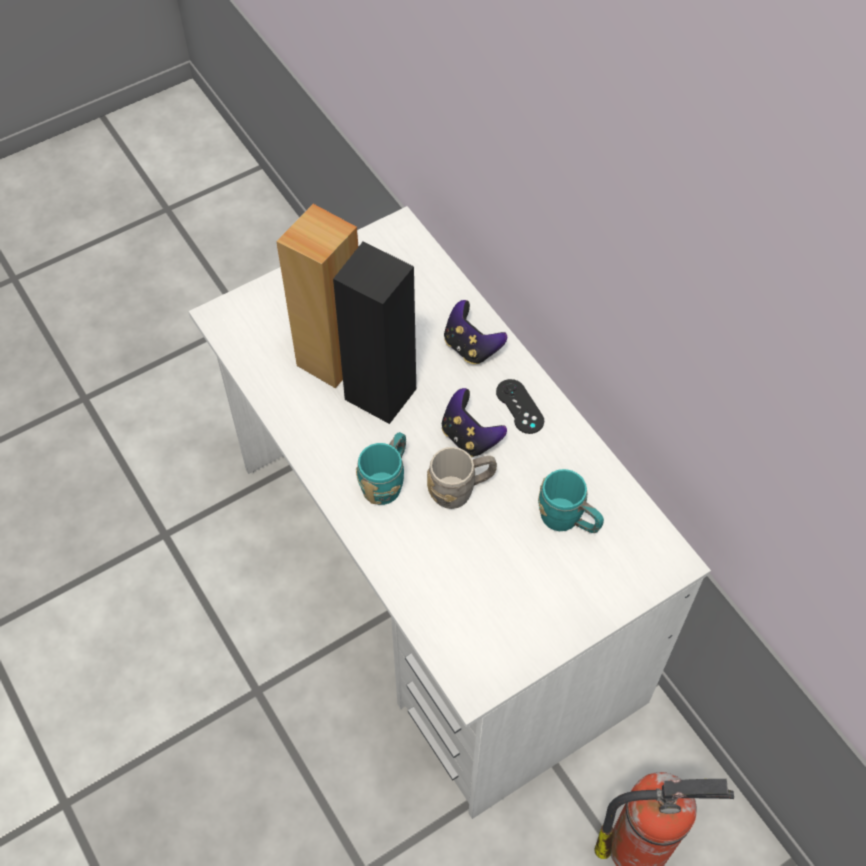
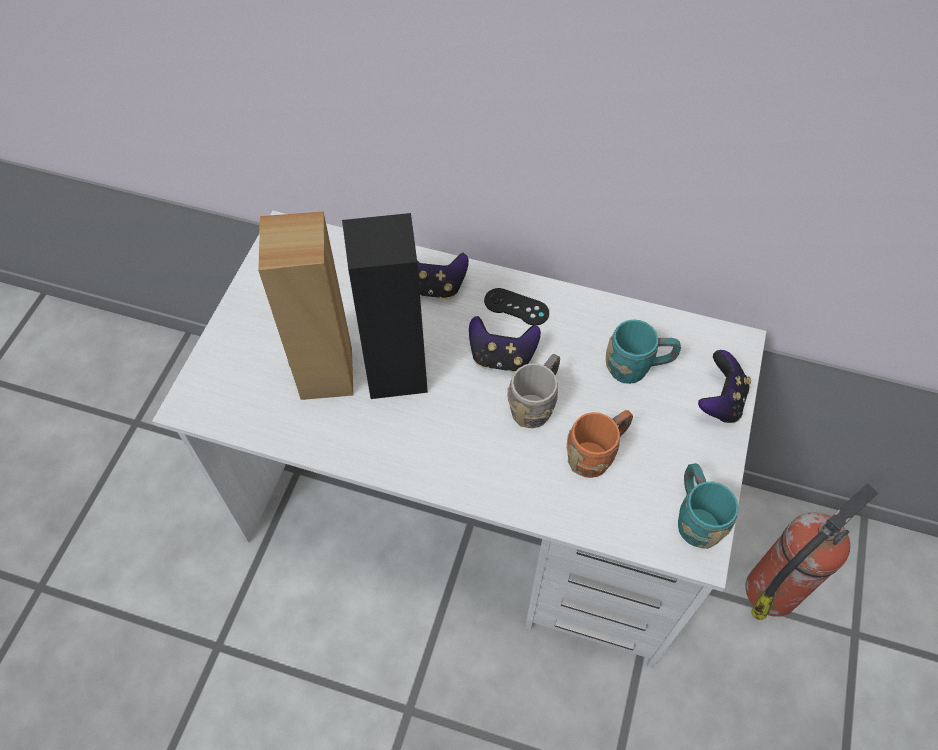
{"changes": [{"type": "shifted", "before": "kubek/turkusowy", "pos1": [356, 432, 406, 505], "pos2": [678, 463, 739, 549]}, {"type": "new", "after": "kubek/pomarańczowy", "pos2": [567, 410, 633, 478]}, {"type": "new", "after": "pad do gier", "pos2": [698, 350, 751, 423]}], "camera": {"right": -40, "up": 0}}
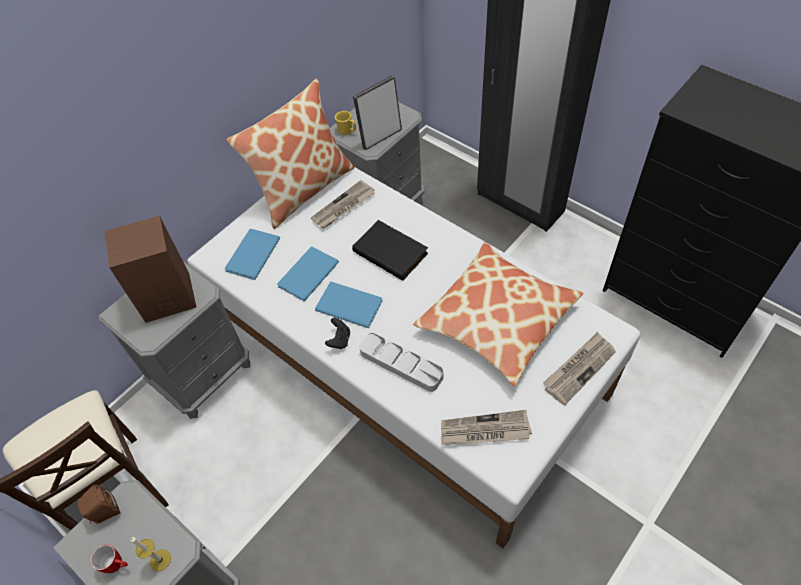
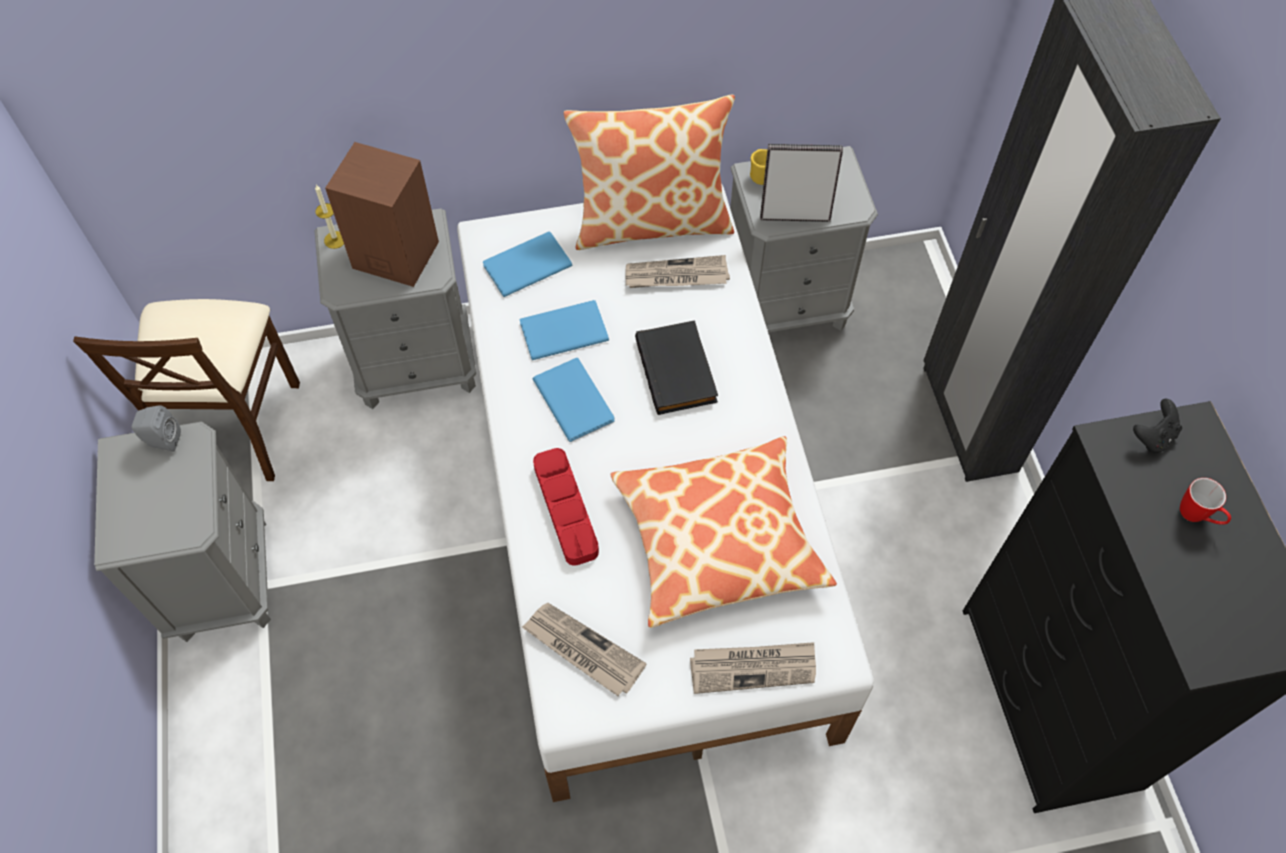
{"changes": [{"type": "repainted", "before": "głośnik/brązowy", "after": "głośnik/szary", "pos1": [77, 485, 121, 524], "pos2": [132, 406, 181, 452]}, {"type": "shifted", "before": "kubek", "pos1": [90, 544, 128, 573], "pos2": [1180, 478, 1231, 525]}, {"type": "shifted", "before": "świeca", "pos1": [131, 537, 171, 571], "pos2": [315, 185, 344, 249]}, {"type": "shifted", "before": "pad do gier/czarny", "pos1": [325, 318, 350, 349], "pos2": [1133, 399, 1182, 453]}, {"type": "repainted", "before": "taca/szary", "after": "taca/czerwony", "pos1": [359, 333, 443, 392], "pos2": [533, 448, 599, 566]}], "camera": {"right": 35, "up": 5}}
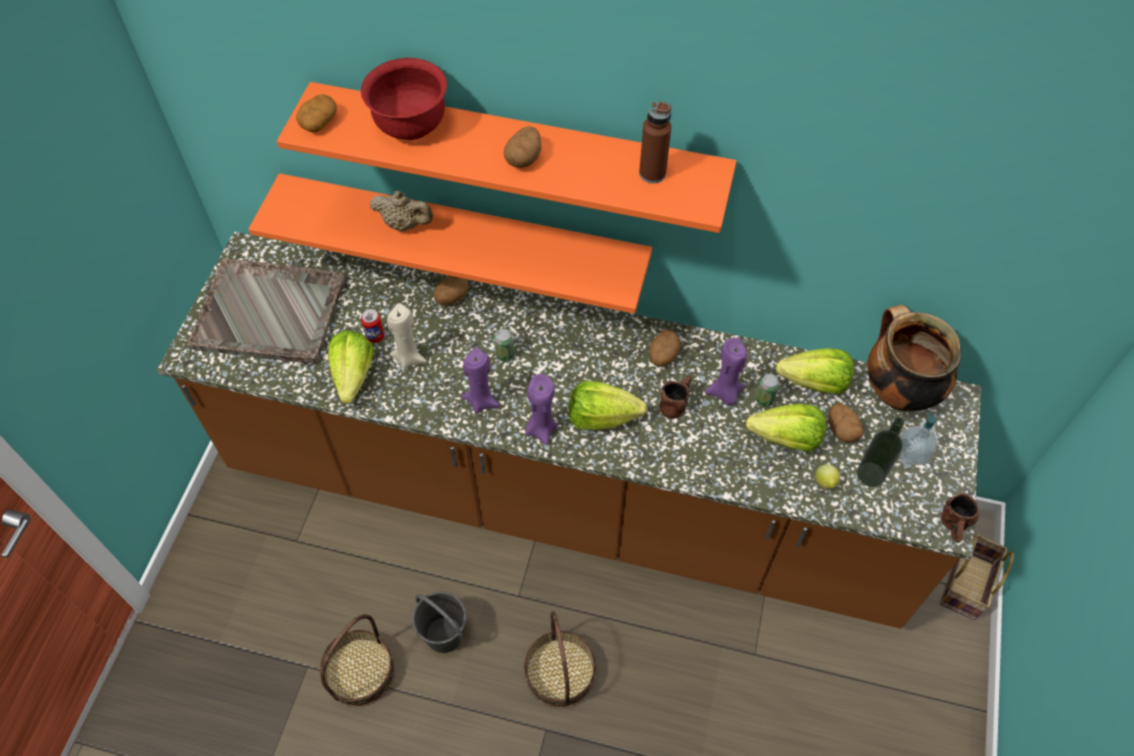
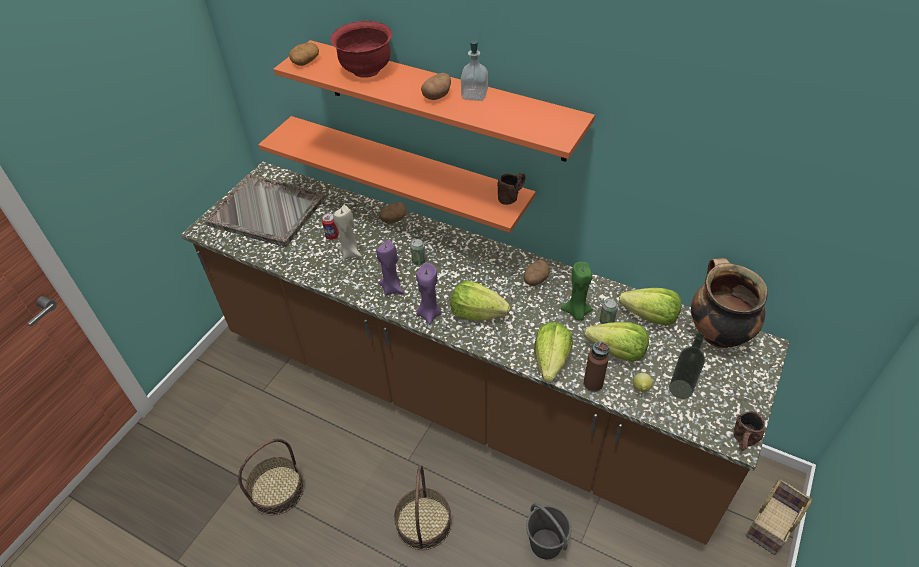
{"changes": [{"type": "shifted", "before": "sałata", "pos1": [328, 330, 374, 403], "pos2": [534, 322, 573, 382]}, {"type": "gone", "before": "imbryk/beżowy", "pos1": [370, 190, 433, 232]}, {"type": "shifted", "before": "wiadro/szary", "pos1": [412, 591, 467, 653], "pos2": [526, 503, 572, 559]}, {"type": "shifted", "before": "butelka/brązowy", "pos1": [639, 102, 672, 183], "pos2": [583, 341, 609, 392]}, {"type": "shifted", "before": "kubek/brązowy", "pos1": [659, 375, 692, 419], "pos2": [497, 173, 526, 205]}, {"type": "repainted", "before": "świeca/fioletowy", "after": "świeca/zielony", "pos1": [705, 338, 747, 405], "pos2": [561, 262, 593, 321]}, {"type": "gone", "before": "ziemniak", "pos1": [828, 403, 864, 443]}, {"type": "shifted", "before": "dozownik mydła", "pos1": [899, 411, 937, 466], "pos2": [461, 40, 488, 101]}], "camera": {"right": 15, "up": -10}}
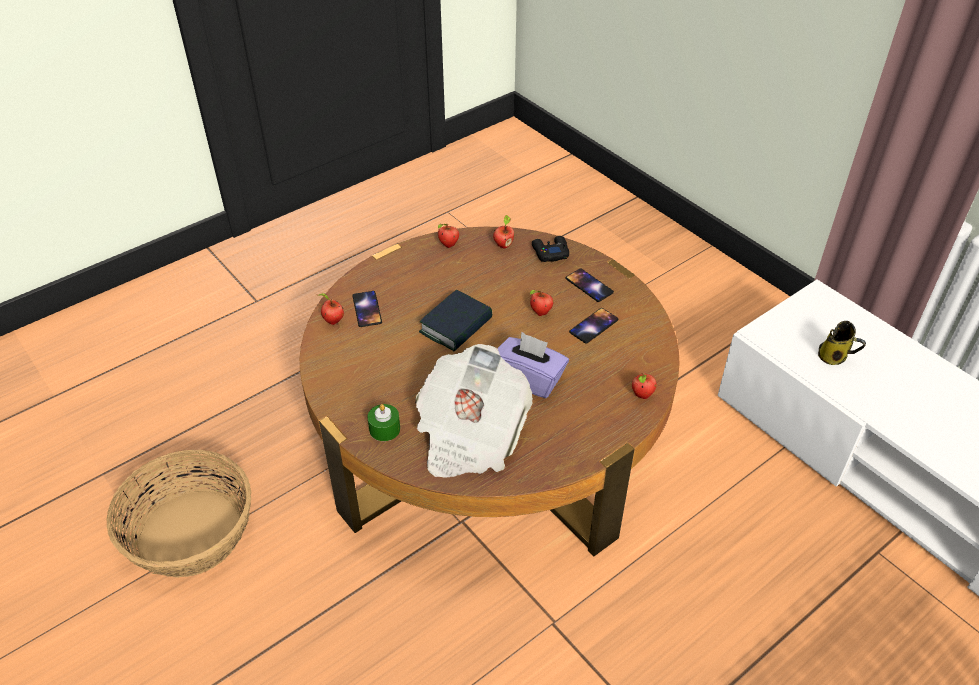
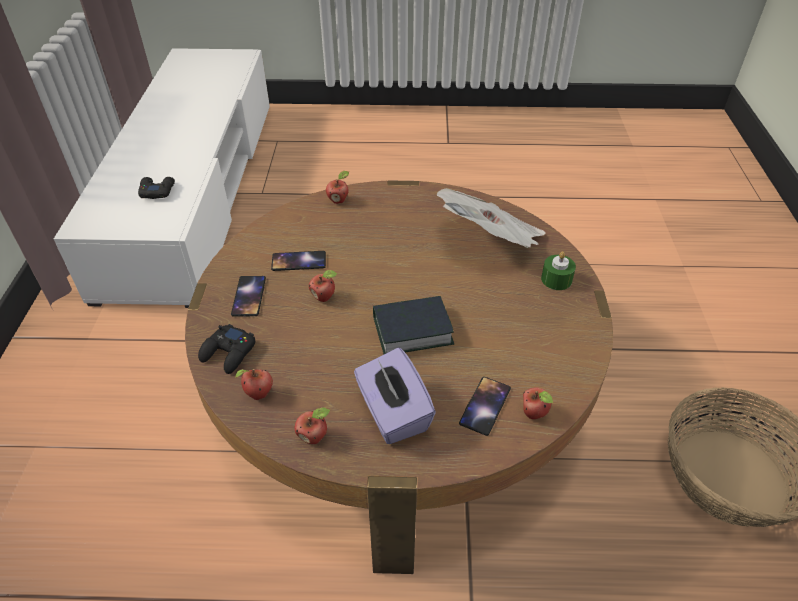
{"changes": [{"type": "shifted", "before": "pudełko chusteczek/fioletowy", "pos1": [497, 332, 569, 398], "pos2": [354, 348, 436, 444]}, {"type": "swapped", "before": "kubek", "after": "pad do gier/czarny", "pos1": [818, 321, 866, 365], "pos2": [138, 177, 175, 199]}], "camera": {"right": -140, "up": 0}}
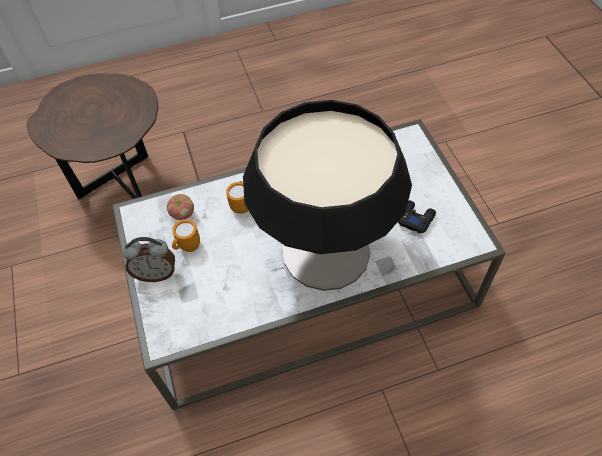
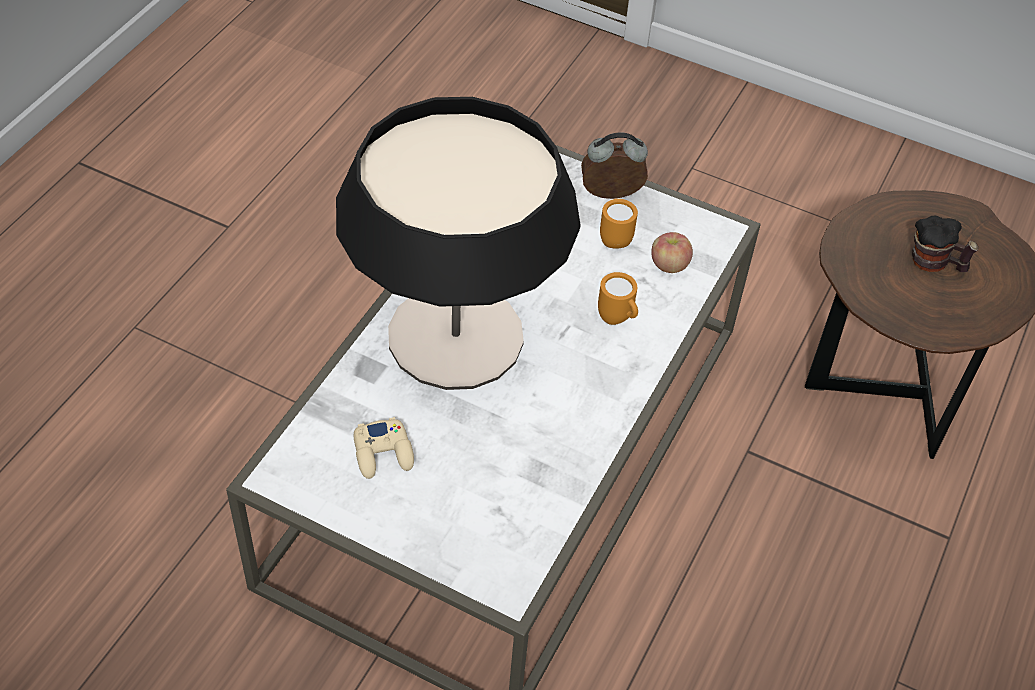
{"changes": [{"type": "rotated", "before": "budzik", "pos1": [123, 237, 175, 282], "pos2": [581, 132, 648, 199], "turn": 45}, {"type": "repainted", "before": "pad do gier/czarny", "after": "pad do gier/beżowy", "pos1": [398, 201, 436, 234], "pos2": [354, 417, 414, 479]}, {"type": "new", "after": "kubek", "pos2": [912, 215, 979, 272]}], "camera": {"right": 130, "up": -5}}
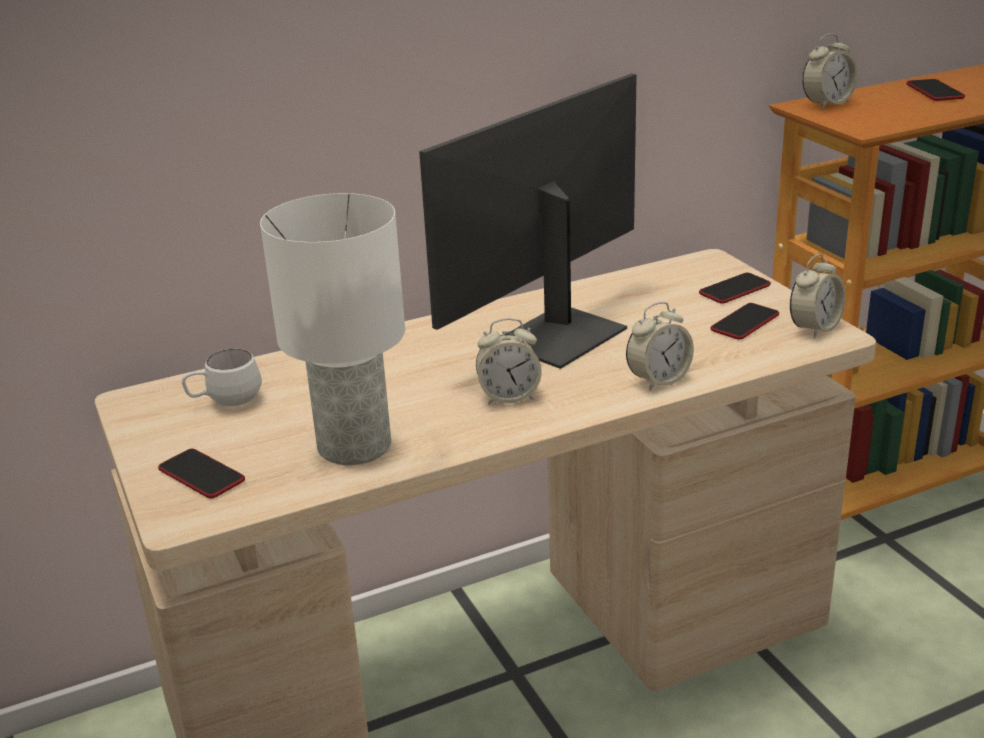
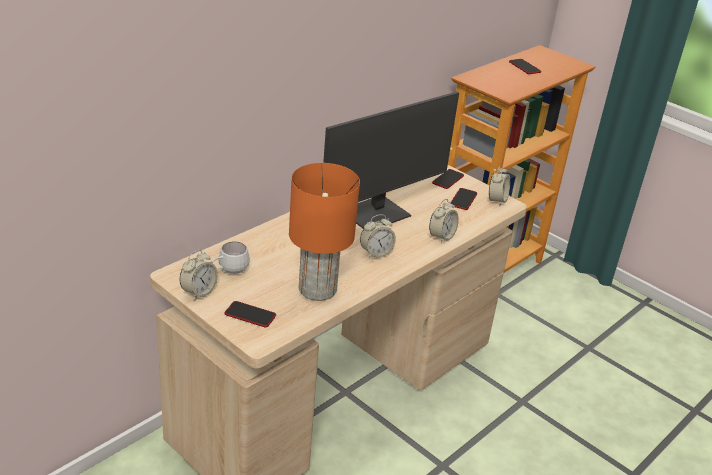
{"changes": [{"type": "repainted", "before": "lampa stołowa/biały", "after": "lampa stołowa/pomarańczowy", "pos1": [260, 193, 405, 465], "pos2": [289, 163, 360, 301]}, {"type": "rotated", "before": "monitor", "pos1": [419, 73, 637, 369], "pos2": [323, 92, 459, 229], "turn": -150}, {"type": "shifted", "before": "budzik", "pos1": [802, 34, 858, 109], "pos2": [179, 250, 218, 300]}], "camera": {"right": -25, "up": 5}}
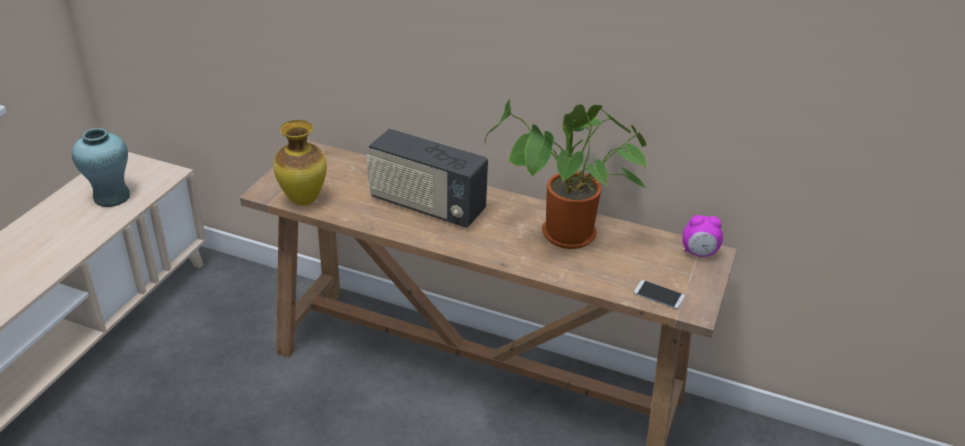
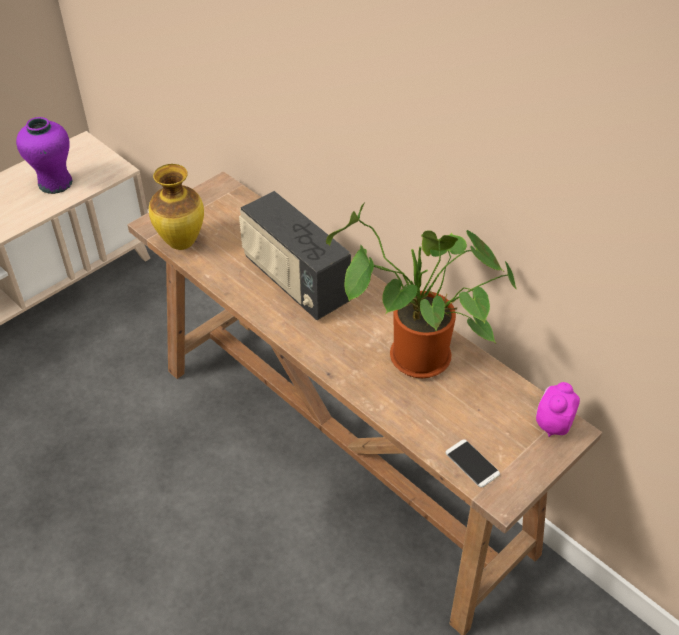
{"changes": [{"type": "repainted", "before": "wazon/turkusowy", "after": "wazon/fioletowy", "pos1": [72, 128, 130, 207], "pos2": [16, 117, 73, 194]}, {"type": "rotated", "before": "budzik", "pos1": [682, 215, 723, 257], "pos2": [536, 382, 580, 437], "turn": 90}], "camera": {"right": 25, "up": 10}}
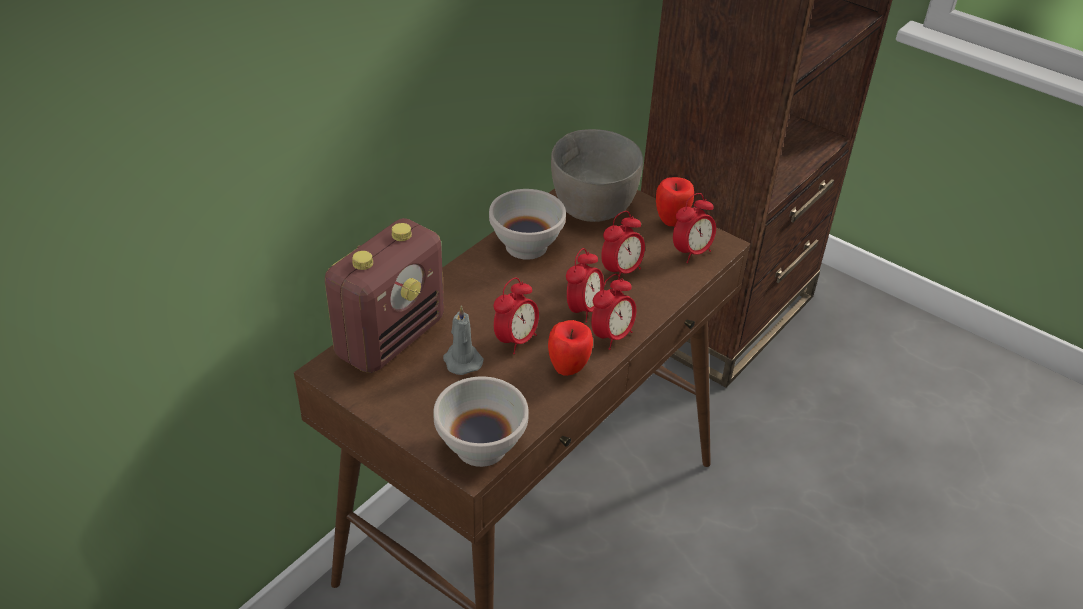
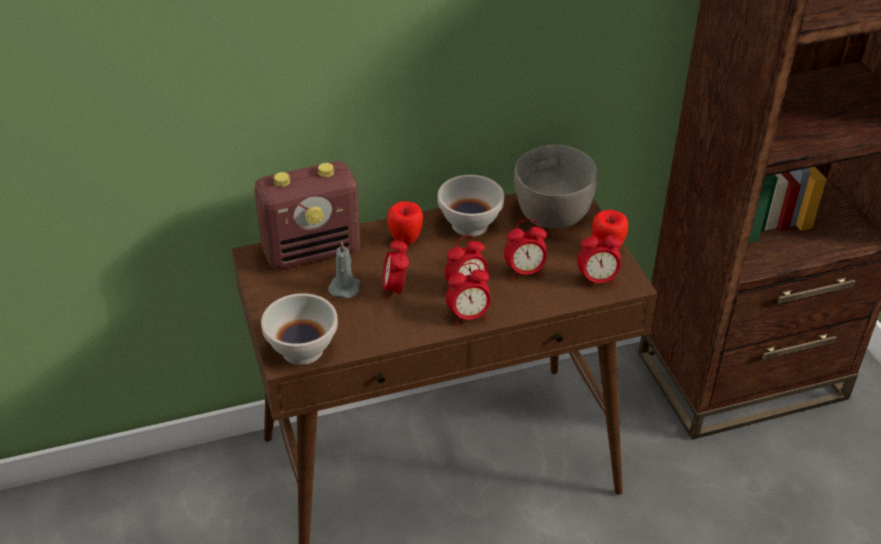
{"changes": [{"type": "rotated", "before": "budzik", "pos1": [493, 277, 539, 354], "pos2": [383, 238, 409, 299], "turn": 105}, {"type": "shifted", "before": "jabłko", "pos1": [548, 320, 593, 376], "pos2": [387, 201, 423, 244]}], "camera": {"right": 35, "up": 0}}
